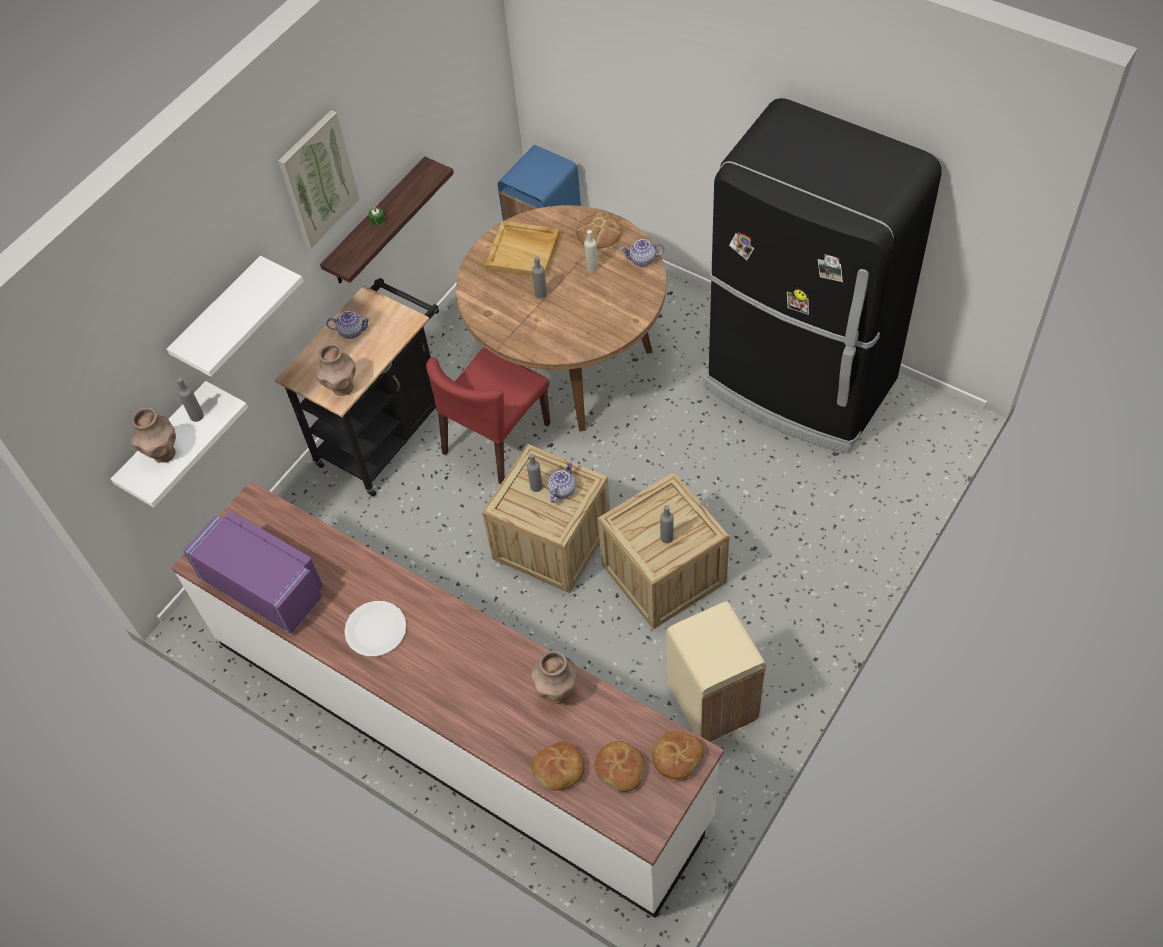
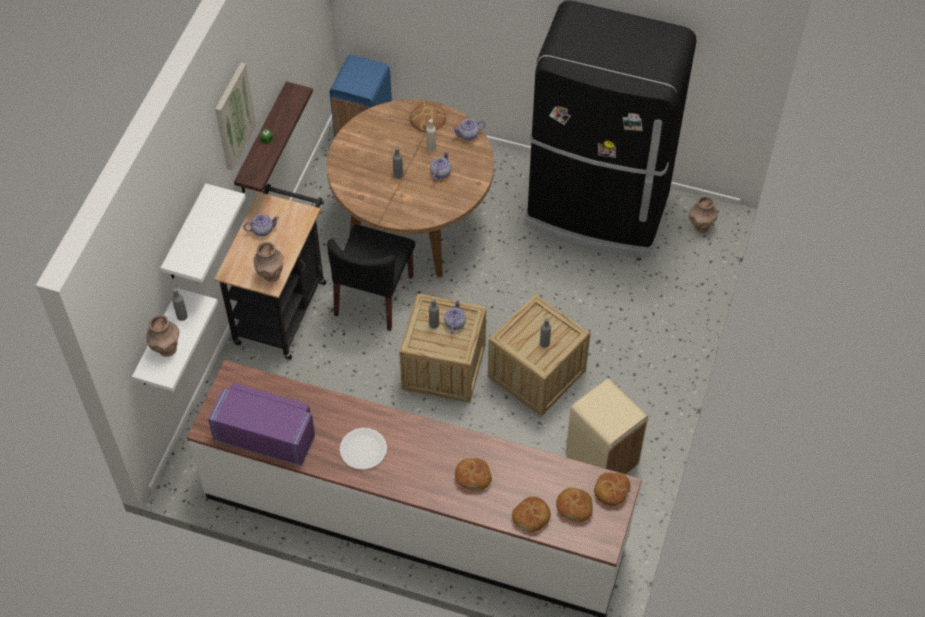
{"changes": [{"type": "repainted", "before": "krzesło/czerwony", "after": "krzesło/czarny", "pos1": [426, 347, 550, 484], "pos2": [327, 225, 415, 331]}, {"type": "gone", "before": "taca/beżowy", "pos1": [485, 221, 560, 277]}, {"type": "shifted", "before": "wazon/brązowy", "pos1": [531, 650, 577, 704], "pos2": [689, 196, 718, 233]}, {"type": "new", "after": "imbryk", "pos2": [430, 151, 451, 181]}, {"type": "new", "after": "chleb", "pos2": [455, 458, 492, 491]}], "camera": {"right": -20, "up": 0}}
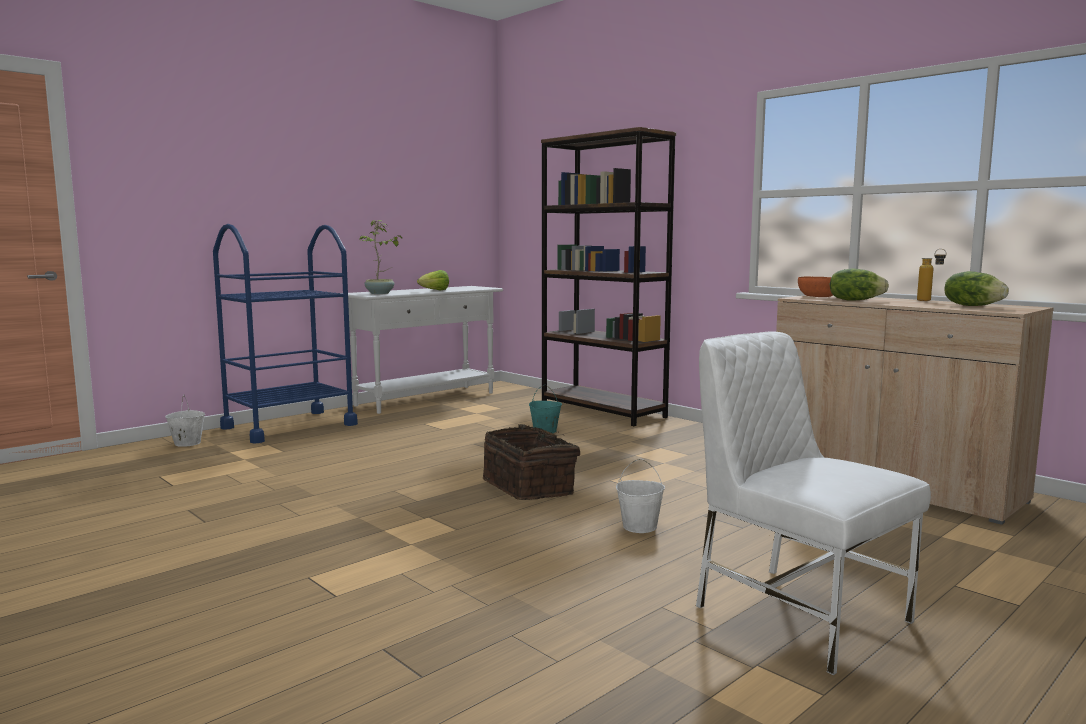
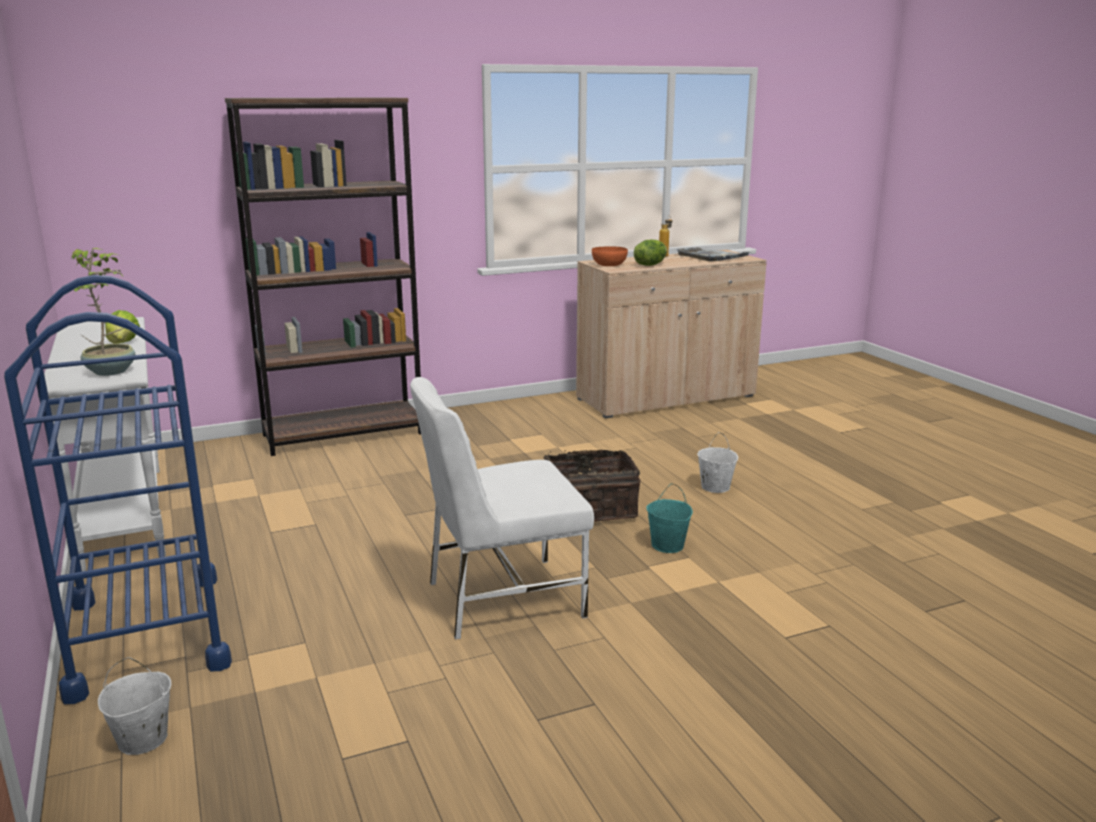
{"changes": [{"type": "shifted", "before": "wiadro/turkusowy", "pos1": [529, 385, 562, 433], "pos2": [646, 483, 693, 553]}, {"type": "shifted", "before": "krzesło/biały", "pos1": [696, 332, 931, 675], "pos2": [410, 377, 594, 639]}, {"type": "swapped", "before": "sałata", "after": "taca/szary", "pos1": [944, 271, 1009, 306], "pos2": [676, 247, 752, 261]}], "camera": {"right": -70, "up": 10}}
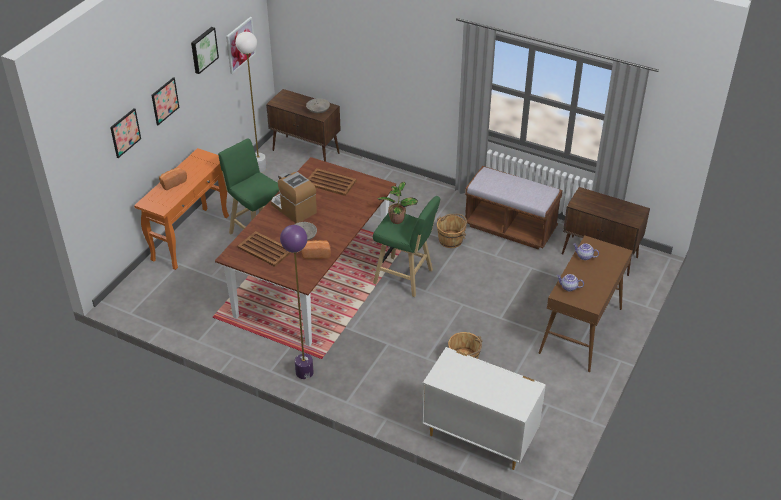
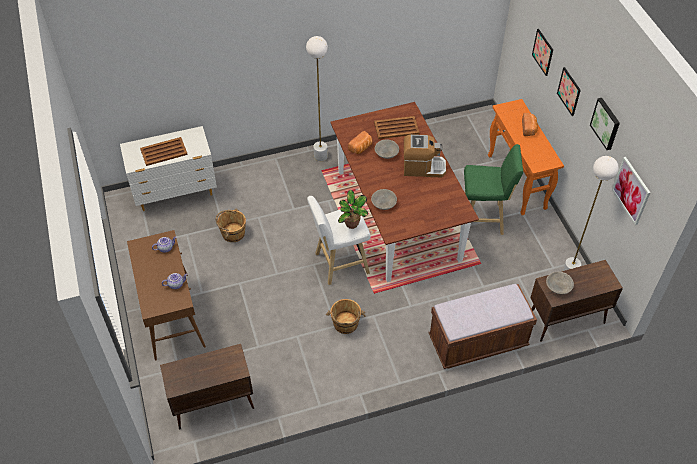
{"changes": [{"type": "repainted", "before": "lampa stojąca/fioletowy", "after": "lampa stojąca/biały", "pos1": [280, 225, 313, 379], "pos2": [306, 36, 328, 161]}, {"type": "shifted", "before": "taca/brązowy", "pos1": [308, 168, 357, 196], "pos2": [140, 137, 188, 166]}, {"type": "repainted", "before": "stołek/zielony", "after": "stołek/biały", "pos1": [373, 196, 440, 297], "pos2": [307, 196, 371, 285]}, {"type": "shifted", "before": "ławka/brązowy", "pos1": [465, 166, 563, 249], "pos2": [428, 284, 537, 369]}, {"type": "new", "after": "miska/szary", "pos2": [371, 189, 397, 210]}], "camera": {"right": 135, "up": 10}}
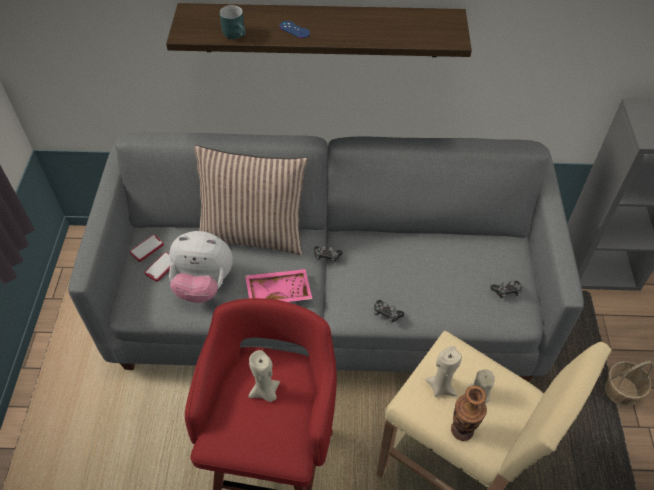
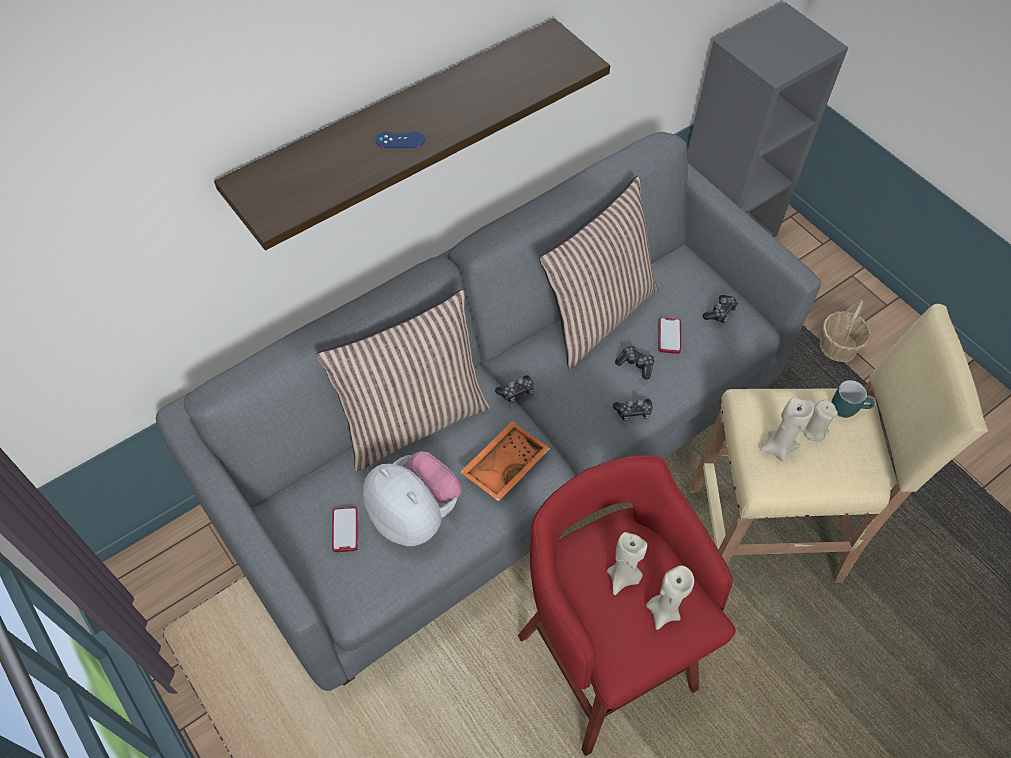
{"changes": [{"type": "shifted", "before": "telefon", "pos1": [130, 235, 164, 262], "pos2": [658, 317, 681, 354]}, {"type": "rotated", "before": "pluszak", "pos1": [169, 231, 233, 303], "pos2": [363, 451, 462, 546], "turn": -105}, {"type": "shifted", "before": "kubek/turkusowy", "pos1": [219, 5, 246, 39], "pos2": [832, 380, 875, 418]}, {"type": "repainted", "before": "taca/różowy", "after": "taca/pomarańczowy", "pos1": [245, 269, 312, 302], "pos2": [460, 421, 550, 501]}, {"type": "gone", "before": "wazon", "pos1": [451, 385, 487, 441]}, {"type": "new", "after": "poduszka", "pos2": [539, 176, 659, 369]}, {"type": "new", "after": "pad do gier", "pos2": [615, 345, 654, 380]}, {"type": "new", "after": "świeca/beżowy", "pos2": [646, 565, 694, 630]}], "camera": {"right": -40, "up": 5}}
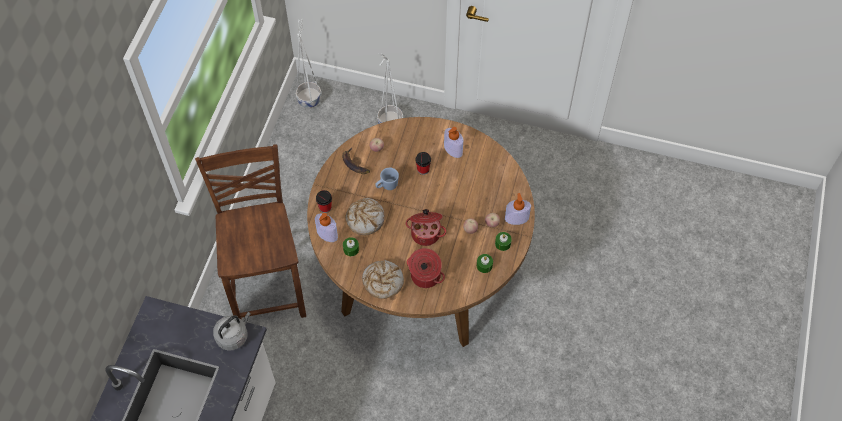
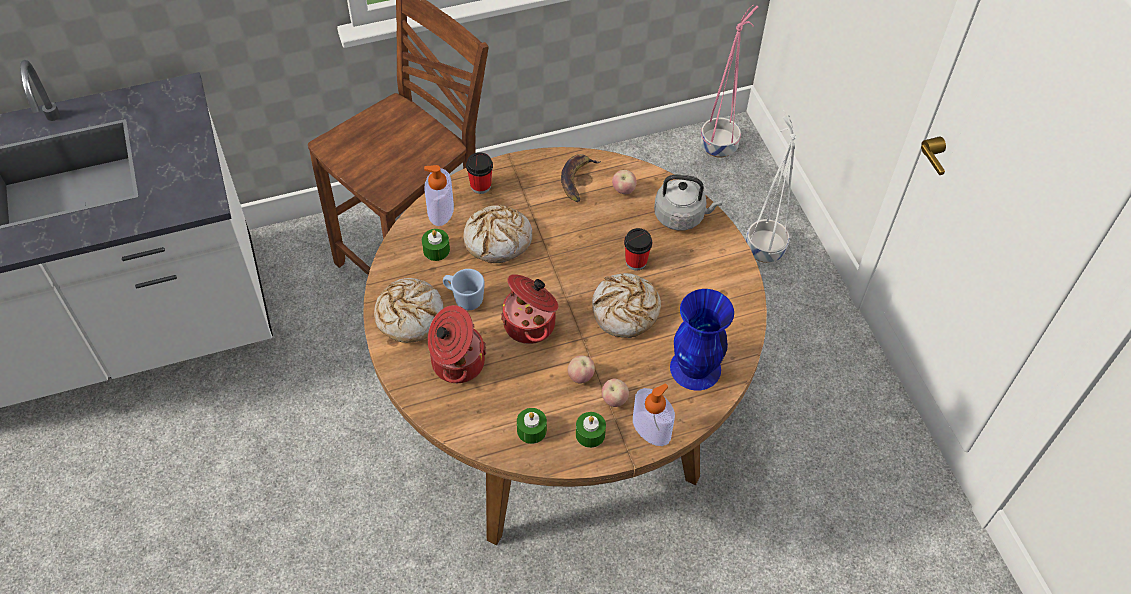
{"changes": [{"type": "shifted", "before": "czajnik/szary", "pos1": [213, 312, 251, 351], "pos2": [654, 175, 722, 230]}, {"type": "repainted", "before": "donica/biały", "after": "donica/różowy", "pos1": [295, 19, 322, 108], "pos2": [700, 4, 758, 158]}, {"type": "shifted", "before": "kubek/niebieski", "pos1": [375, 168, 399, 190], "pos2": [443, 269, 485, 310]}, {"type": "gone", "before": "dozownik mydła", "pos1": [444, 127, 463, 158]}, {"type": "new", "after": "chleb", "pos2": [592, 273, 661, 338]}, {"type": "new", "after": "wazon/niebieski", "pos2": [670, 289, 734, 391]}], "camera": {"right": 55, "up": -5}}
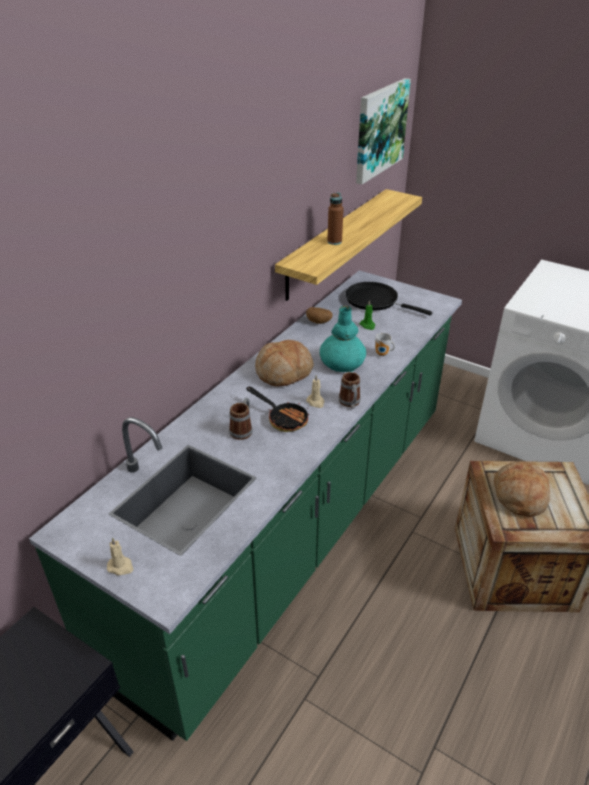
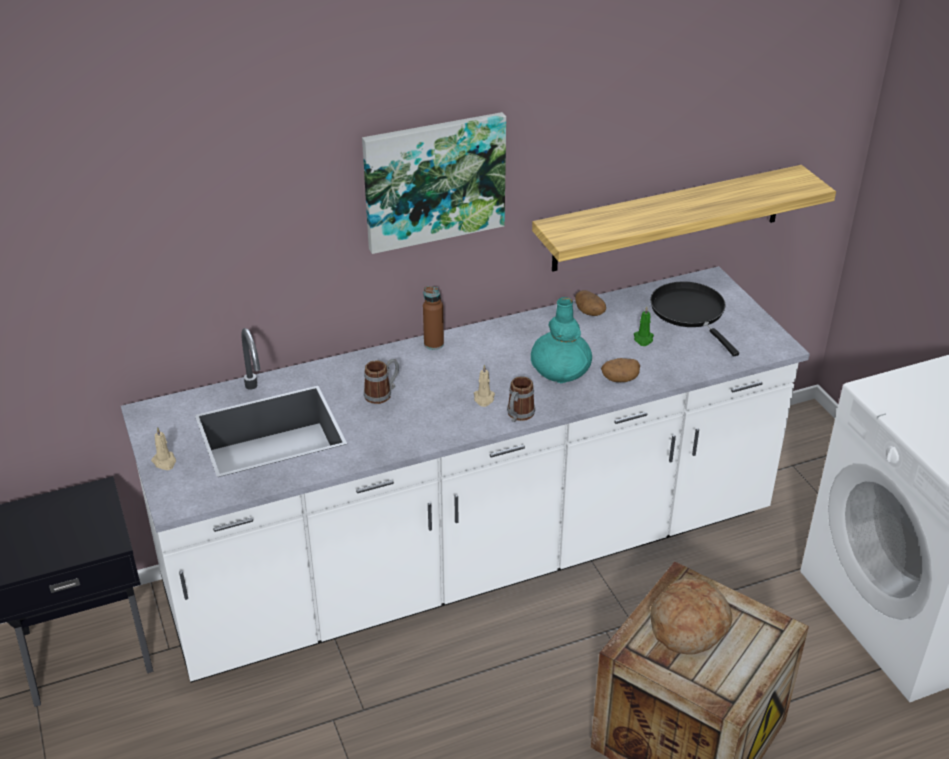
{"changes": [{"type": "repainted", "before": "zabudowa kuchenna/zielony", "after": "zabudowa kuchenna/biały", "pos1": [29, 270, 462, 741], "pos2": [121, 266, 810, 683]}, {"type": "gone", "before": "patelnia", "pos1": [246, 387, 309, 432]}, {"type": "gone", "before": "chleb", "pos1": [255, 340, 314, 387]}, {"type": "shifted", "before": "butelka/brązowy", "pos1": [327, 193, 344, 245], "pos2": [423, 286, 444, 350]}, {"type": "shifted", "before": "obraz", "pos1": [356, 78, 411, 184], "pos2": [362, 112, 506, 254]}, {"type": "swapped", "before": "kubek", "after": "ziemniak", "pos1": [375, 333, 395, 356], "pos2": [601, 358, 640, 382]}], "camera": {"right": 35, "up": 0}}
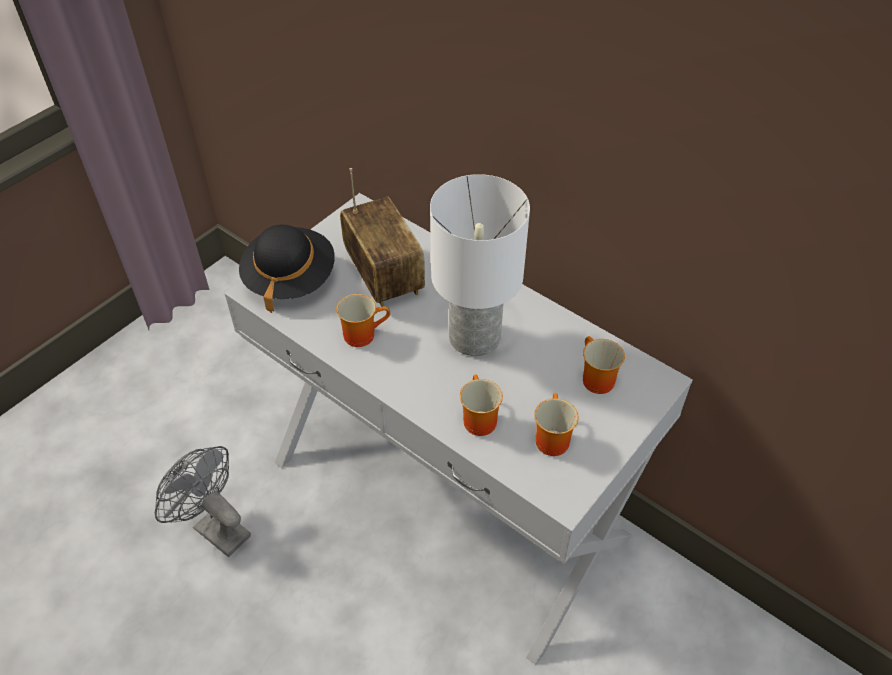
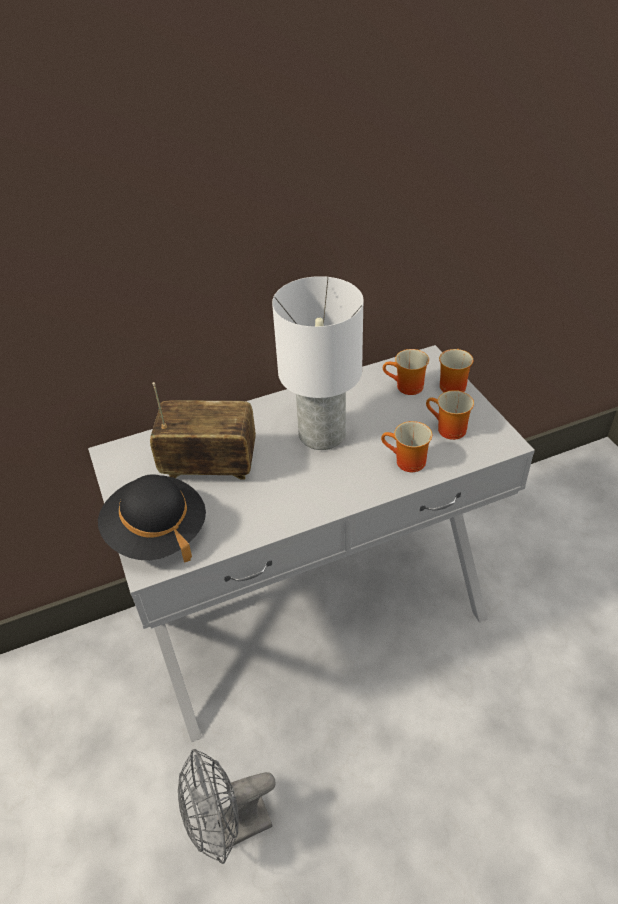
{"changes": [{"type": "shifted", "before": "kubek", "pos1": [336, 294, 390, 347], "pos2": [439, 349, 473, 392]}], "camera": {"right": -60, "up": -5}}
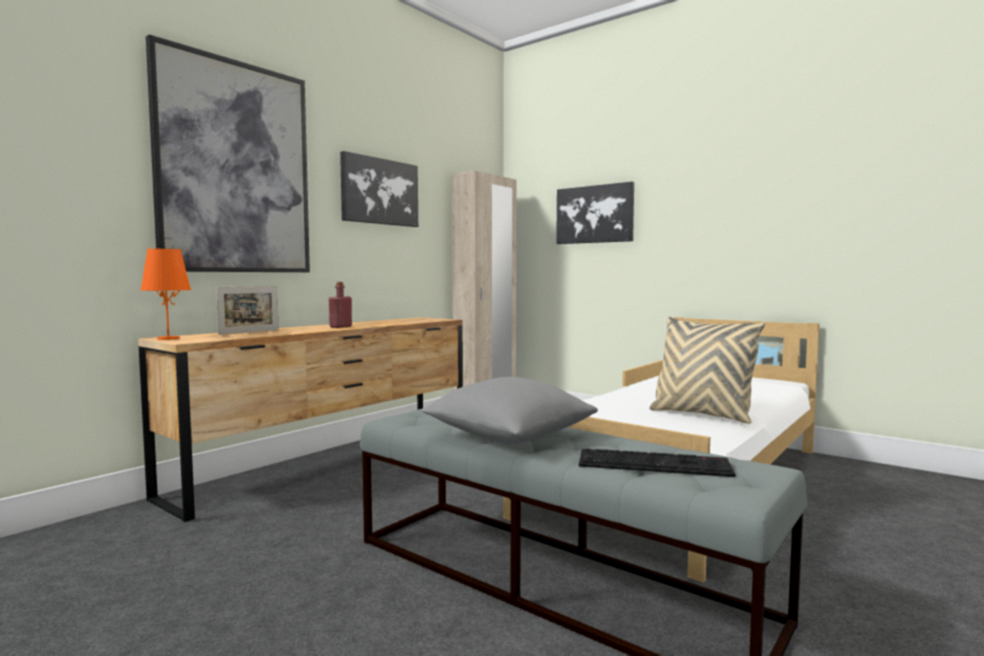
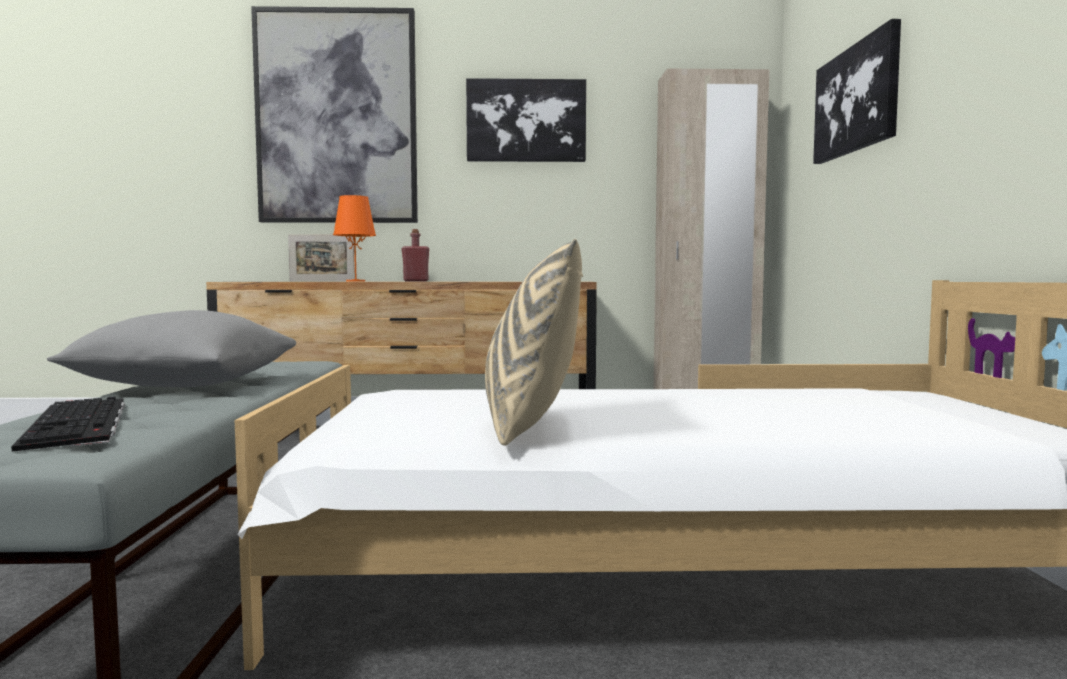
{"changes": [{"type": "shifted", "before": "lampa stołowa/pomarańczowy", "pos1": [141, 249, 191, 340], "pos2": [333, 195, 376, 281]}], "camera": {"right": 50, "up": 0}}
